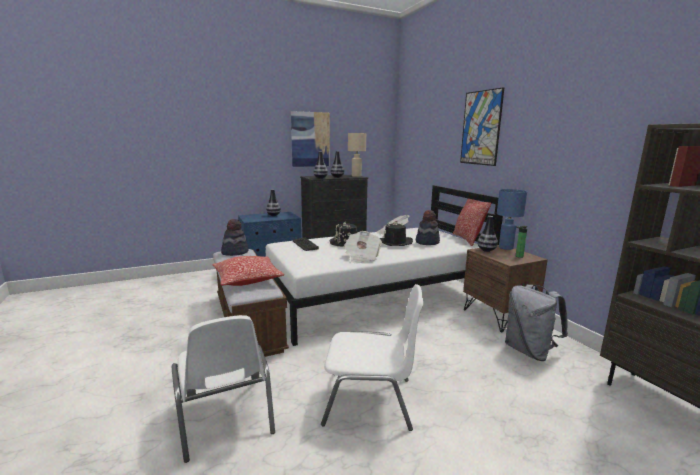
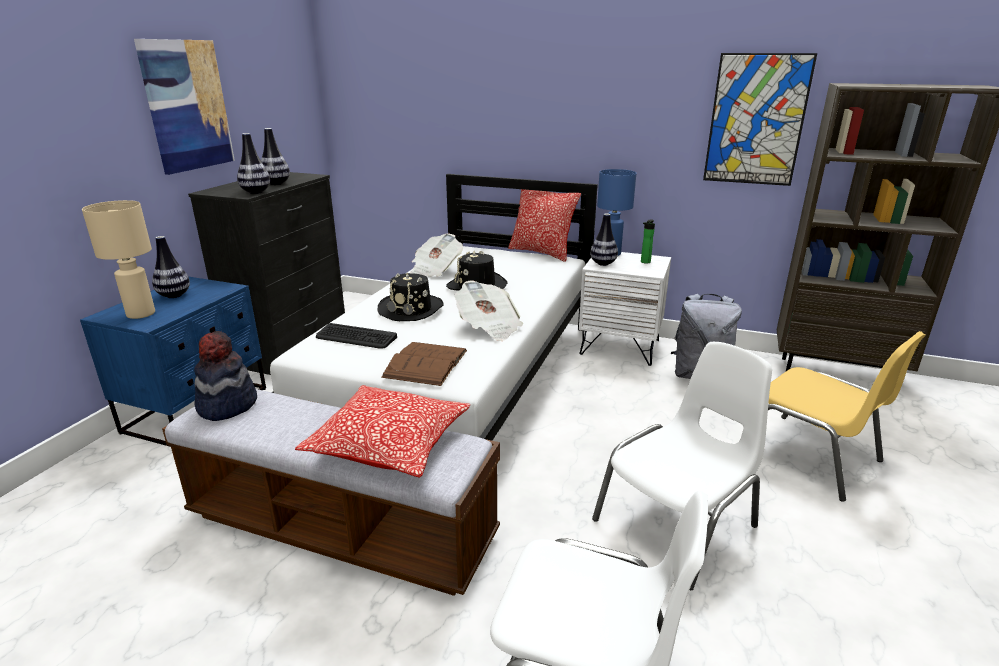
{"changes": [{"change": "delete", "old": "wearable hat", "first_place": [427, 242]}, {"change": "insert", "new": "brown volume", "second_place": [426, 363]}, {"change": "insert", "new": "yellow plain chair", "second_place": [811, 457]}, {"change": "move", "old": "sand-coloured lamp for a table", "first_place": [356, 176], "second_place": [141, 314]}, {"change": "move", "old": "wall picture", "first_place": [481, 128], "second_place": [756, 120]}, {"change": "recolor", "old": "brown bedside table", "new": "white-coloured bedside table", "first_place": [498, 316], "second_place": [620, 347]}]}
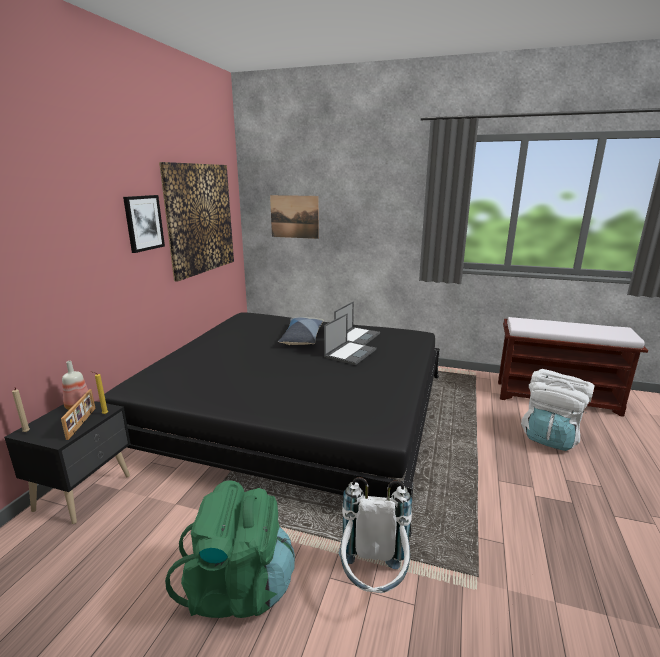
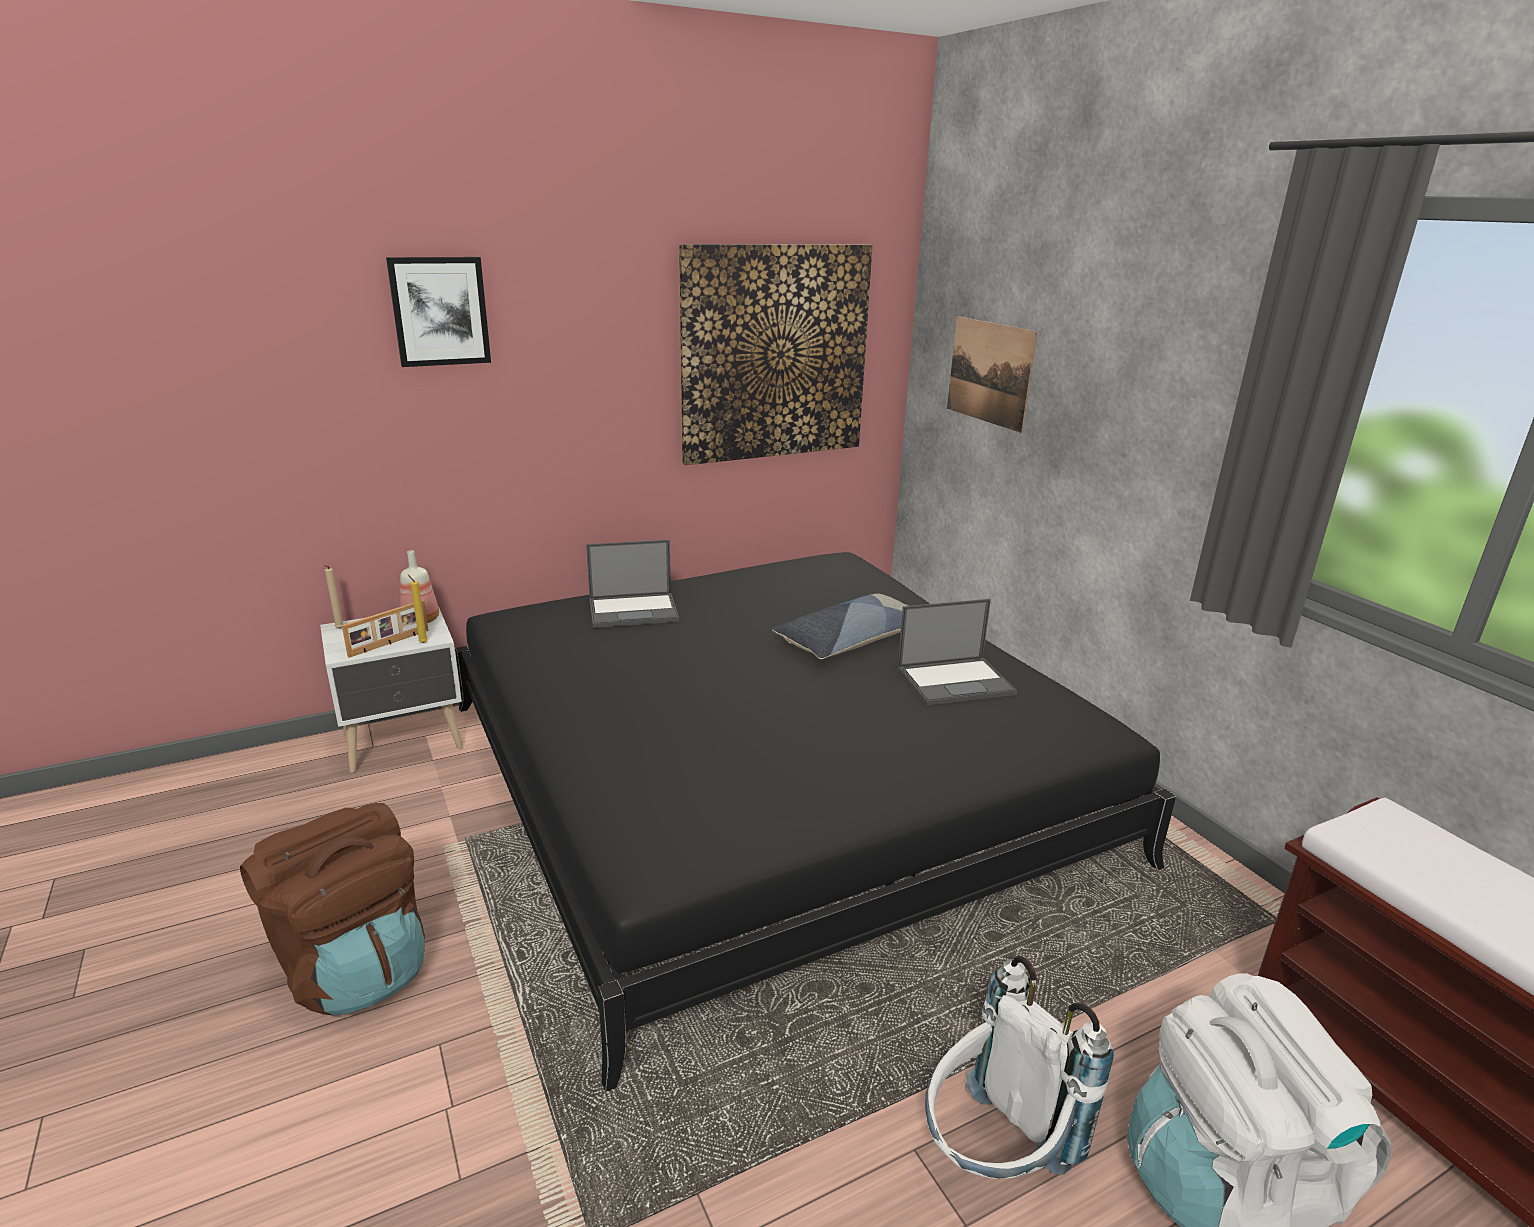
{"changes": [{"change": "move", "old": "wall picture", "first_place": [143, 223], "second_place": [440, 311]}, {"change": "move", "old": "notebook computer", "first_place": [350, 353], "second_place": [634, 610]}, {"change": "move", "old": "white-coloured backpack", "first_place": [373, 582], "second_place": [993, 1157]}, {"change": "recolor", "old": "black-coloured bedside table", "new": "white-coloured bedside table", "first_place": [86, 492], "second_place": [405, 742]}, {"change": "recolor", "old": "green backpack", "new": "brown backpack", "first_place": [238, 588], "second_place": [354, 966]}]}
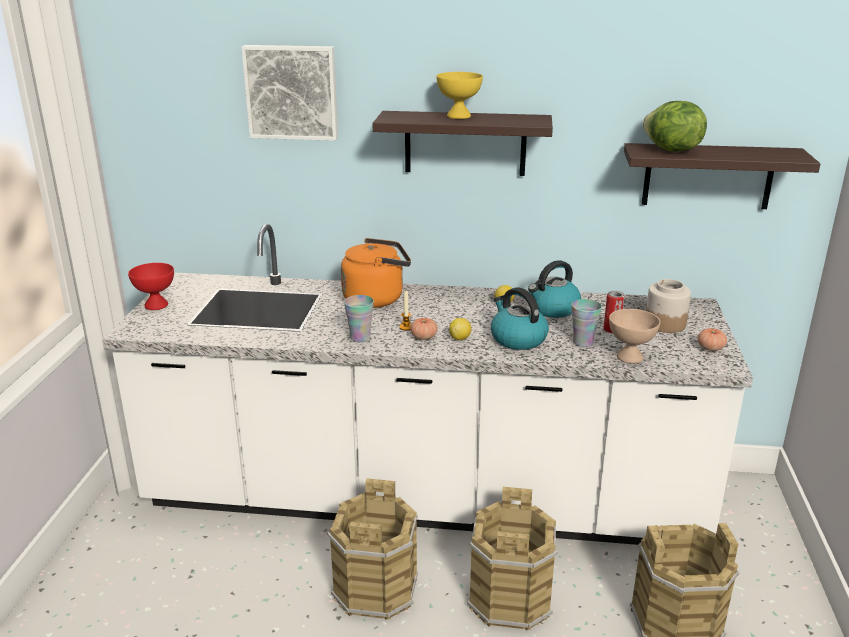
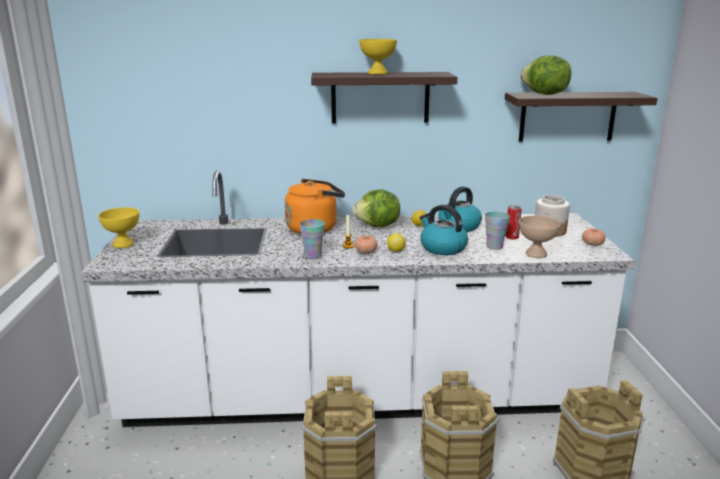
{"changes": [{"change": "delete", "old": "wall picture", "first_place": [292, 92]}, {"change": "insert", "new": "lettuce", "second_place": [378, 226]}, {"change": "recolor", "old": "red-coloured serving bowl", "new": "yellow serving bowl", "first_place": [156, 305], "second_place": [123, 244]}]}
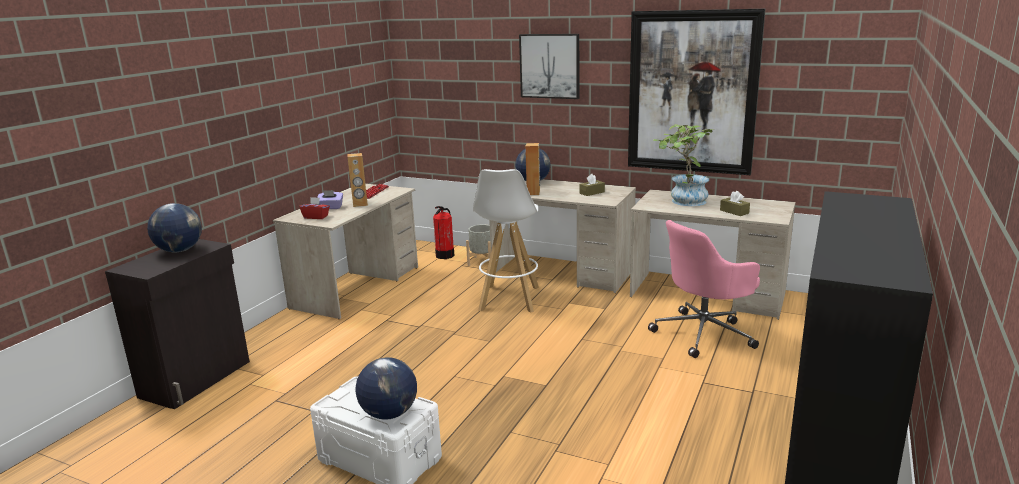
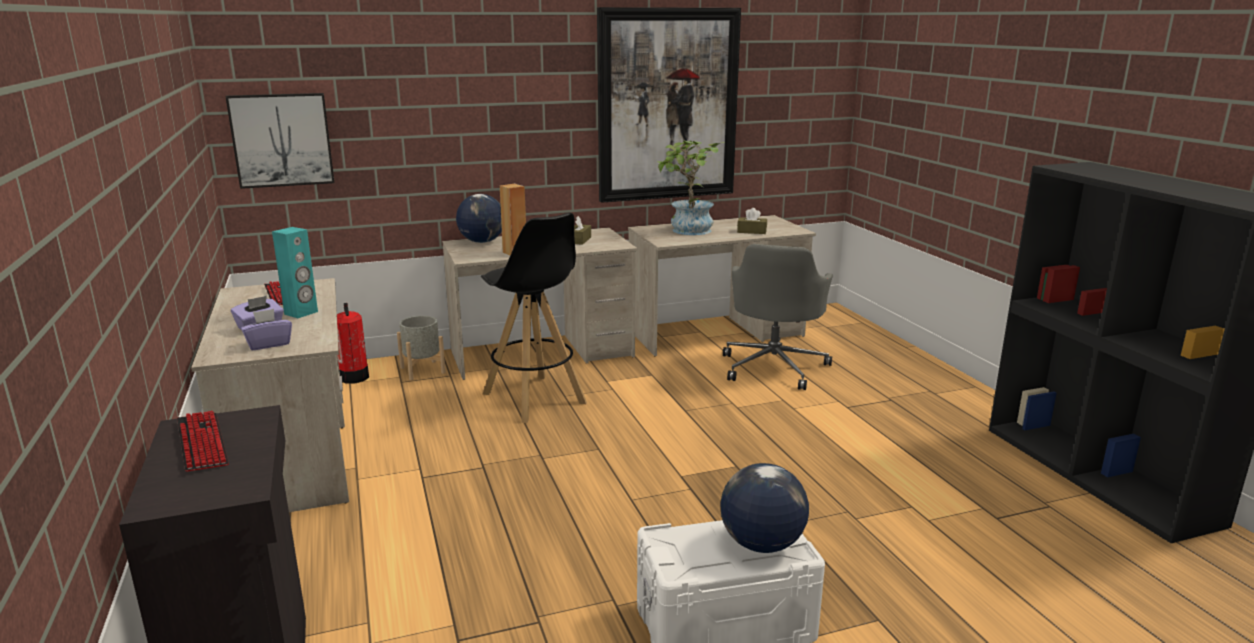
{"changes": [{"change": "move", "old": "wall picture", "first_place": [550, 66], "second_place": [282, 140]}, {"change": "replace", "old": "desk globe", "new": "computer keyboard", "first_place": [179, 250], "second_place": [202, 443]}, {"change": "recolor", "old": "red-coloured tissue holder", "new": "purple-coloured tissue holder", "first_place": [316, 217], "second_place": [269, 344]}, {"change": "recolor", "old": "brown audio speaker", "new": "turquoise audio speaker", "first_place": [360, 204], "second_place": [301, 313]}, {"change": "recolor", "old": "white-coloured stool seat", "new": "black-coloured stool seat", "first_place": [509, 299], "second_place": [534, 399]}, {"change": "recolor", "old": "pink-coloured office chair", "new": "grey office chair", "first_place": [704, 333], "second_place": [774, 367]}]}
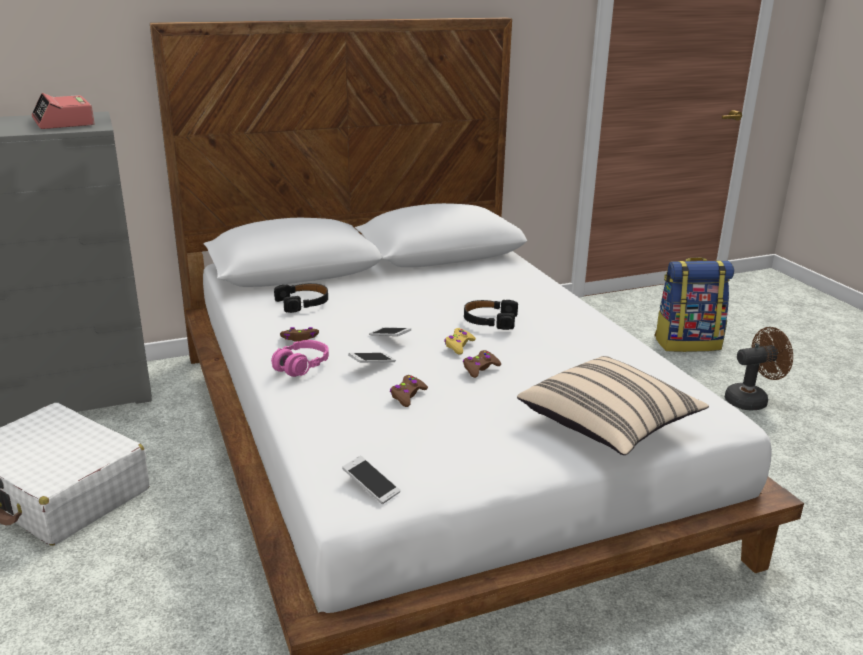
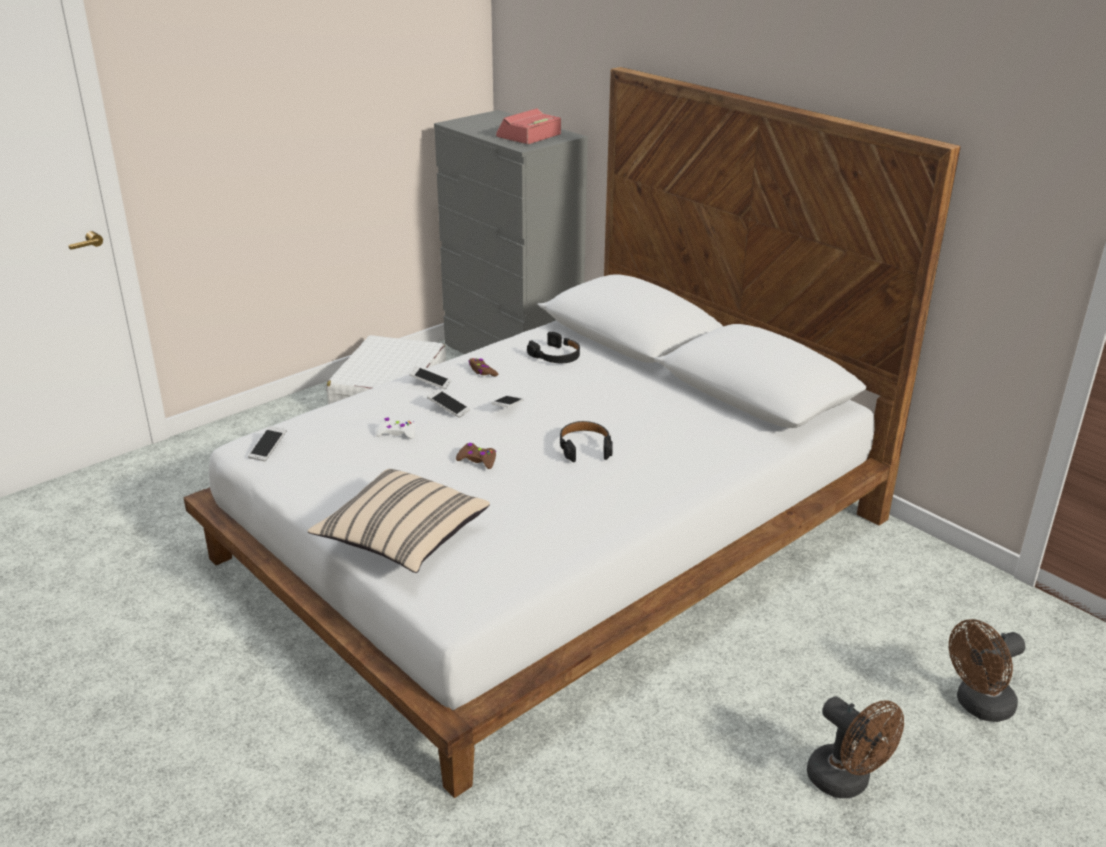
{"changes": [{"change": "delete", "old": "yellow game controller", "first_place": [459, 345]}, {"change": "replace", "old": "pink-coloured headset", "new": "handset", "first_place": [301, 366], "second_place": [430, 383]}, {"change": "replace", "old": "backpack", "new": "brown electric fan", "first_place": [687, 343], "second_place": [978, 706]}, {"change": "recolor", "old": "brown game controller", "new": "white-coloured game controller", "first_place": [407, 395], "second_place": [396, 433]}]}
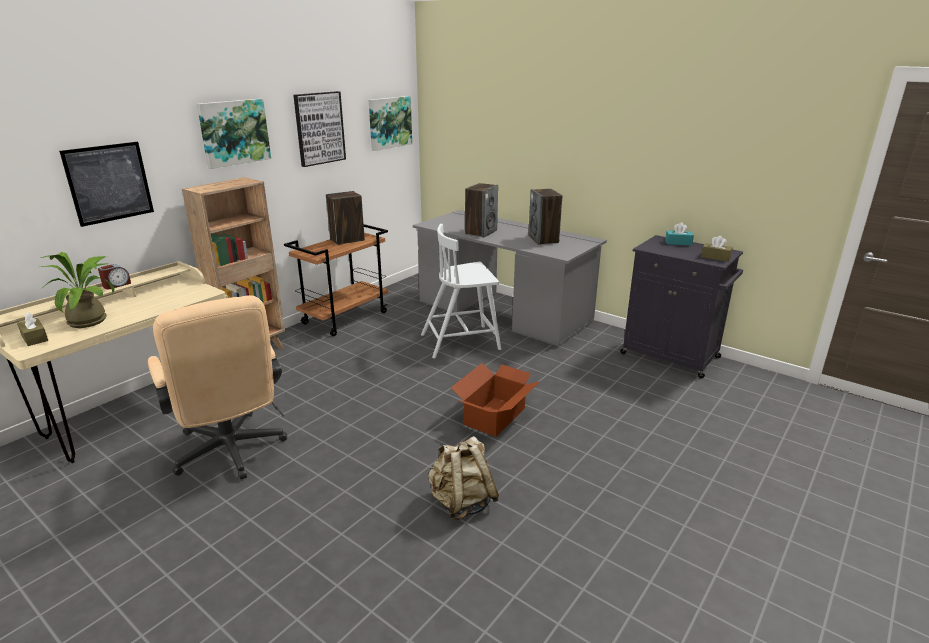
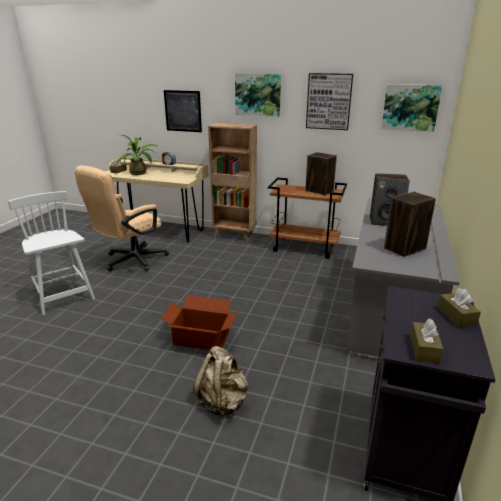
{"changes": [{"change": "move", "old": "white-coloured plain chair", "first_place": [461, 341], "second_place": [62, 295]}, {"change": "move", "old": "sand-coloured backpack", "first_place": [462, 503], "second_place": [223, 402]}, {"change": "recolor", "old": "turquoise tissue holder", "new": "brown tissue holder", "first_place": [678, 243], "second_place": [456, 316]}]}
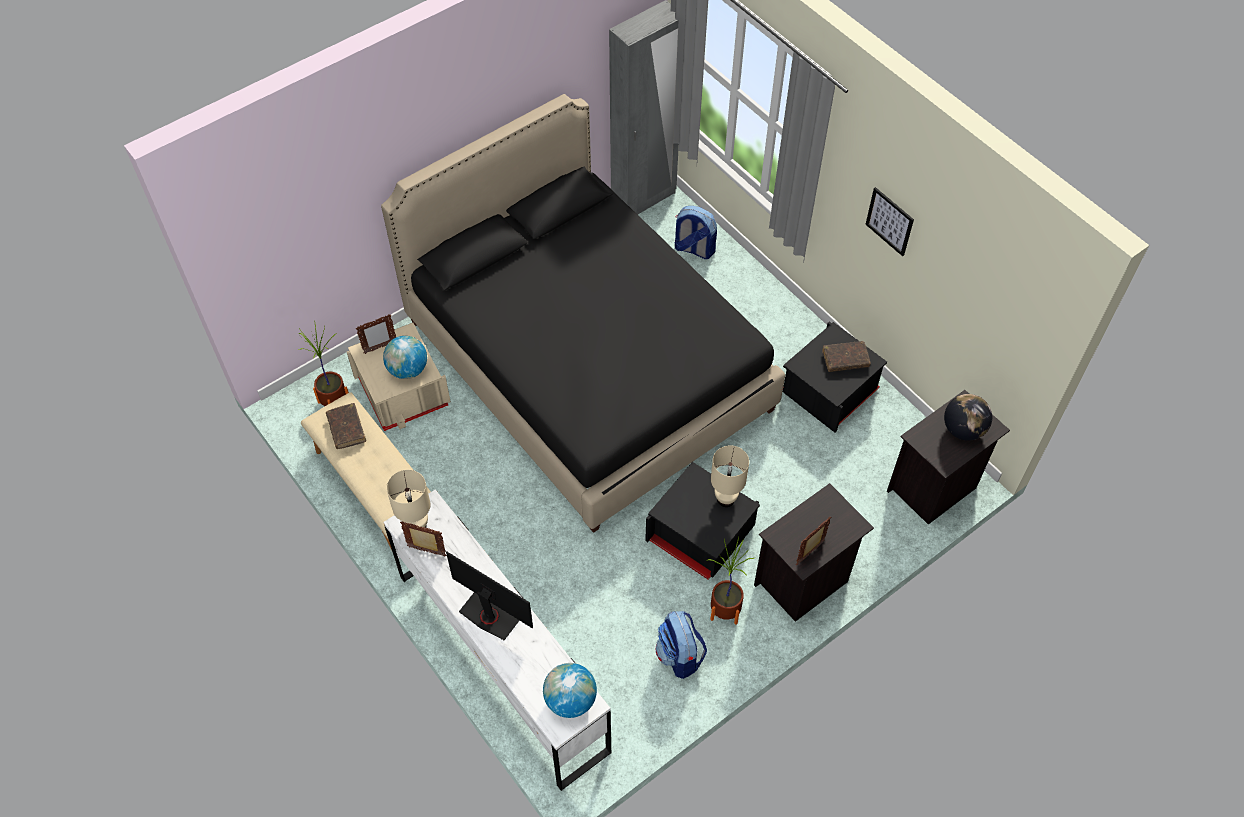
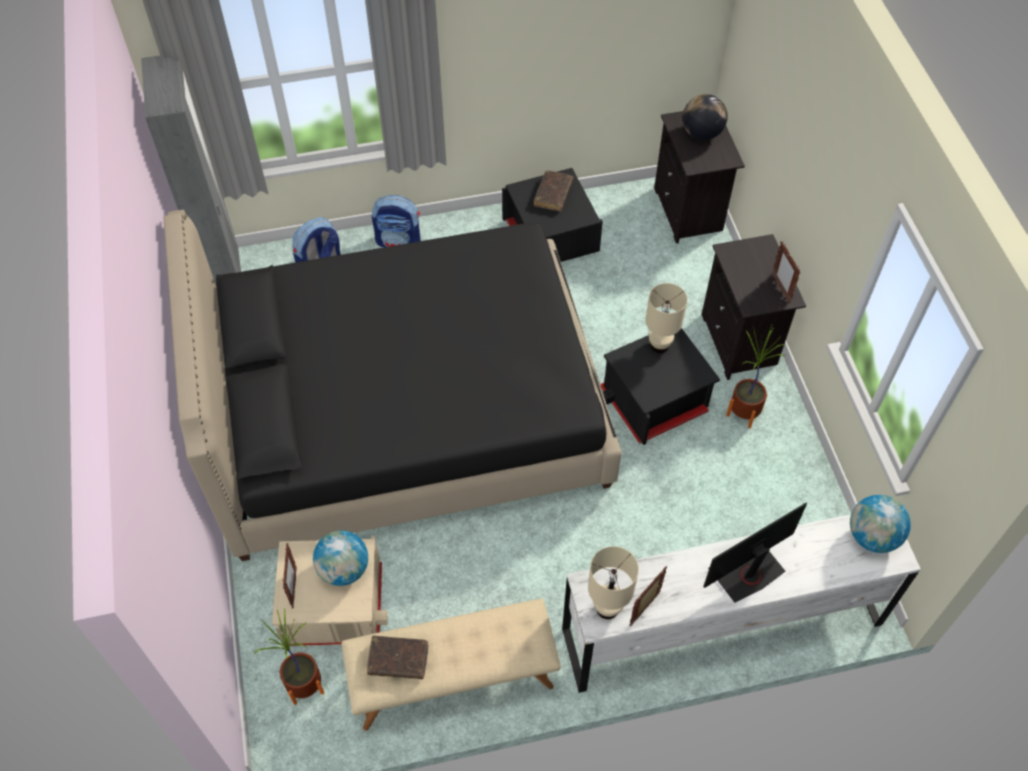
{"changes": [{"change": "delete", "old": "wall picture", "first_place": [889, 221]}, {"change": "move", "old": "backpack", "first_place": [679, 655], "second_place": [399, 241]}]}
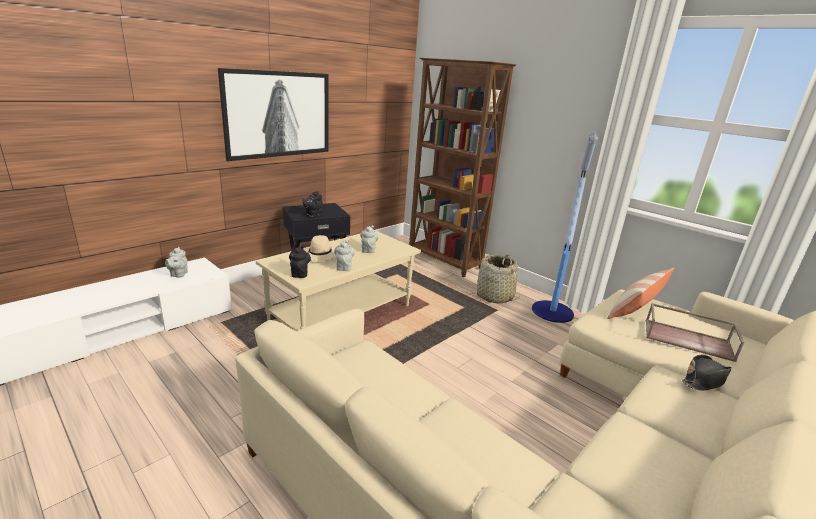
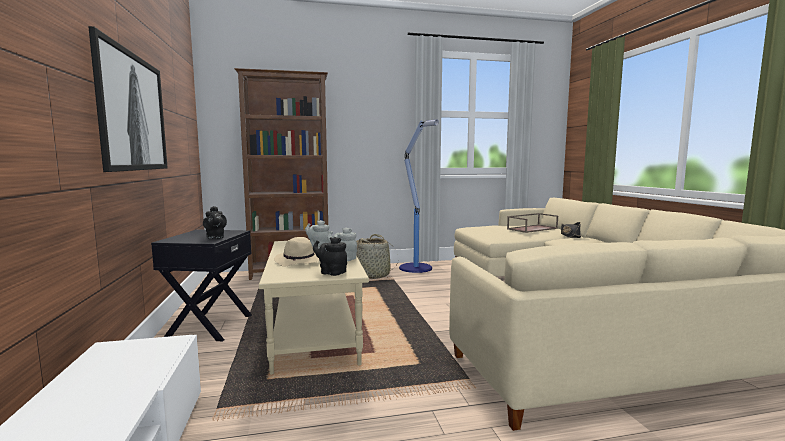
{"changes": [{"change": "delete", "old": "grey teapot", "first_place": [178, 274]}, {"change": "delete", "old": "pillow", "first_place": [635, 309]}]}
